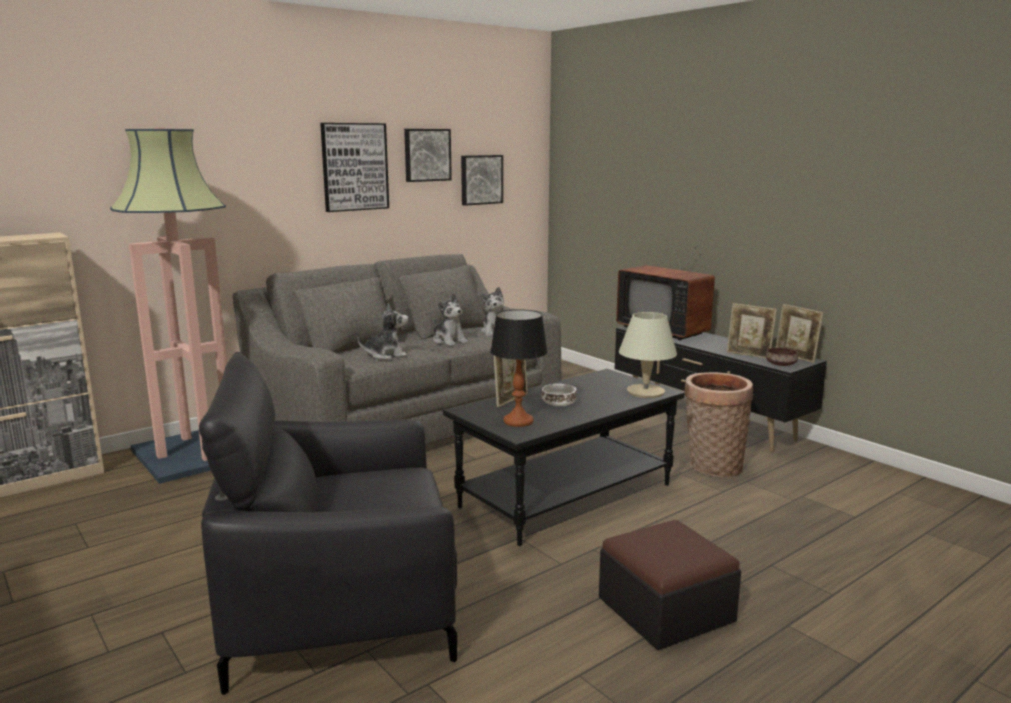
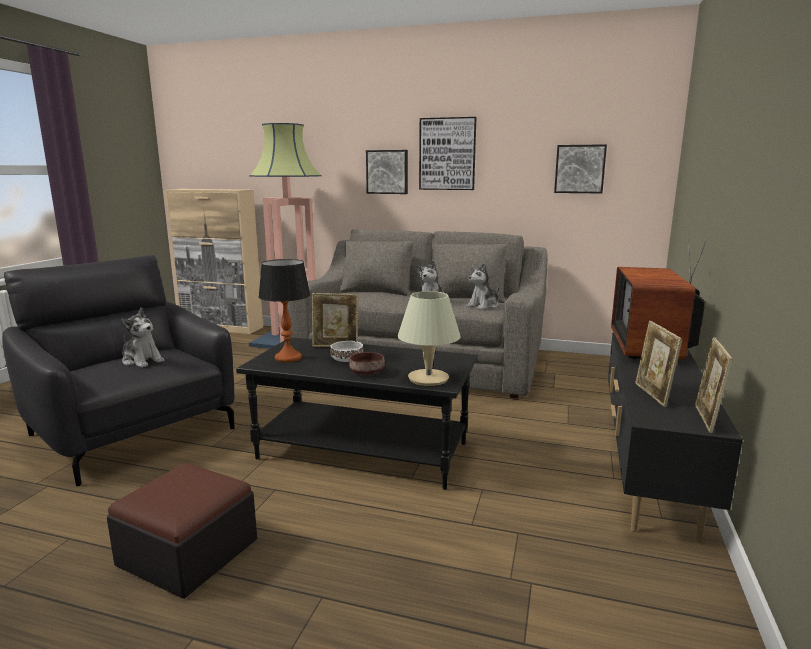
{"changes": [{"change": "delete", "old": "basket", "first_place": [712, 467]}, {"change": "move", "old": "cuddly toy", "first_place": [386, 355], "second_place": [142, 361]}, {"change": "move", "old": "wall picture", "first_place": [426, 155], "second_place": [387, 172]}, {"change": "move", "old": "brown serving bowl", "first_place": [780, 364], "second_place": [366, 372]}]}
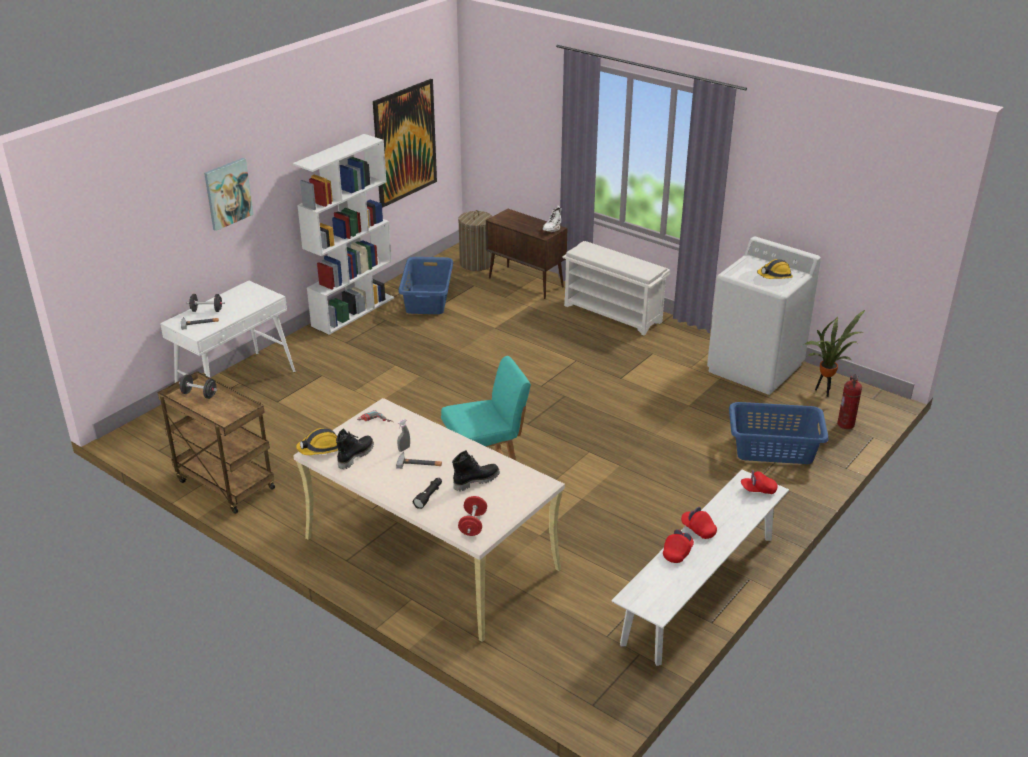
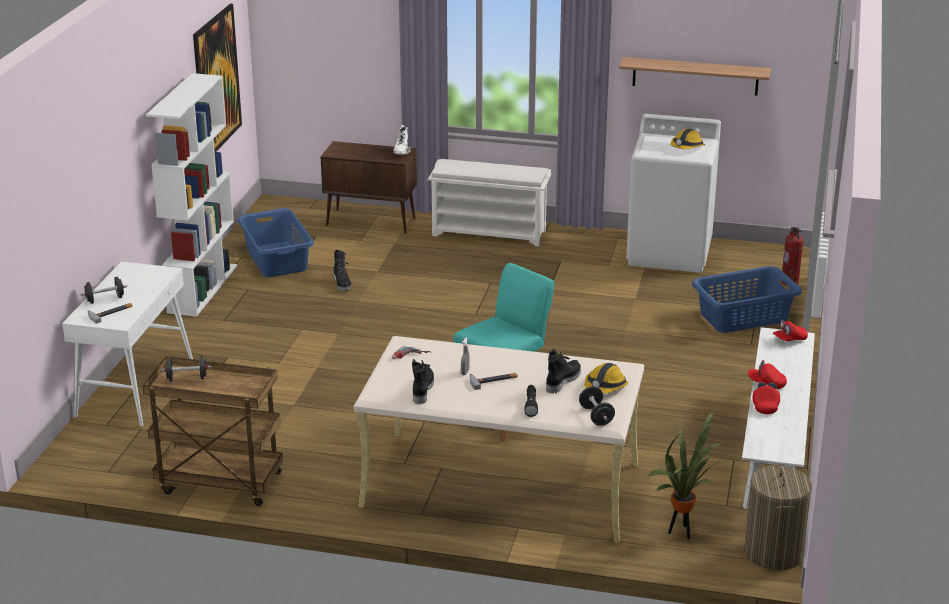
{"changes": [{"change": "delete", "old": "wall picture", "first_place": [228, 193]}, {"change": "insert", "new": "black-coloured boot", "second_place": [342, 284]}, {"change": "insert", "new": "bracket shelf", "second_place": [695, 76]}, {"change": "move", "old": "hard hat", "first_place": [320, 449], "second_place": [605, 387]}, {"change": "move", "old": "laundry basket", "first_place": [476, 263], "second_place": [773, 553]}, {"change": "move", "old": "houseplant", "first_place": [825, 391], "second_place": [682, 532]}, {"change": "recolor", "old": "red-coloured dumbbell", "new": "black-coloured dumbbell", "first_place": [473, 525], "second_place": [596, 416]}]}
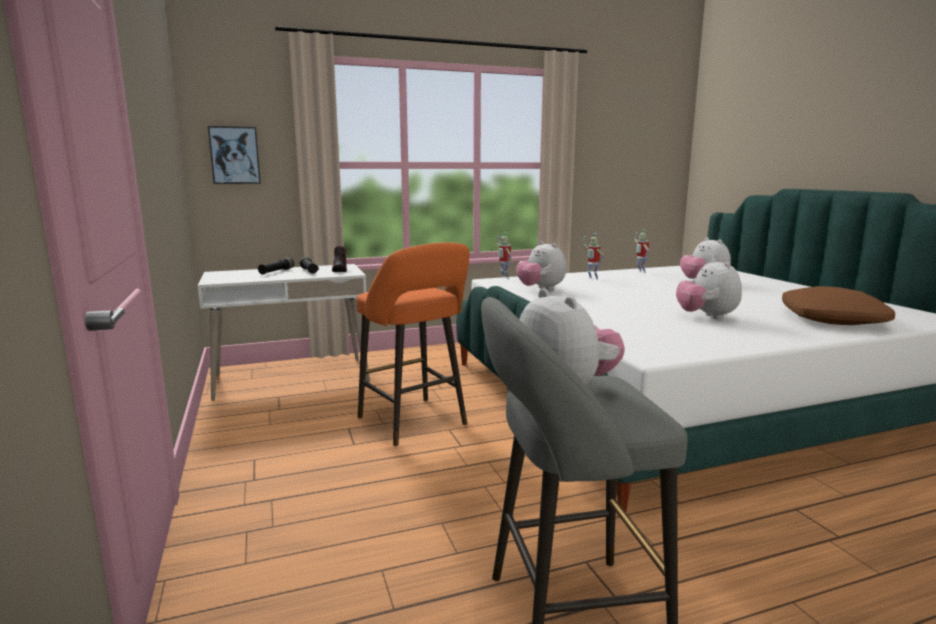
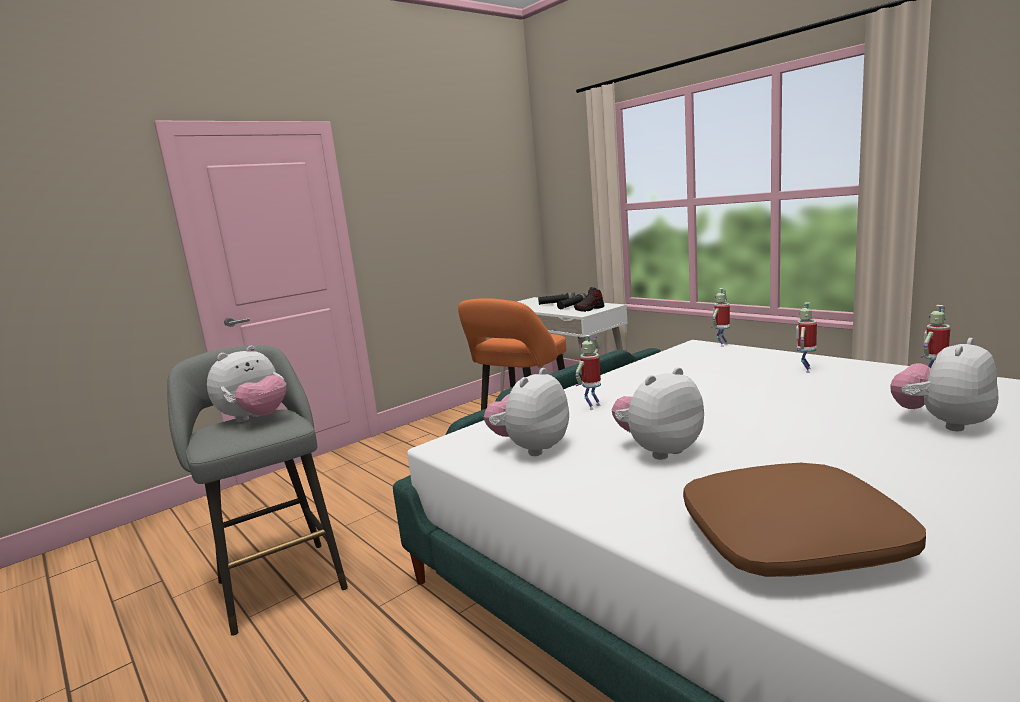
{"changes": [{"change": "delete", "old": "wall picture", "first_place": [234, 155]}, {"change": "insert", "new": "toy robot", "second_place": [592, 406]}, {"change": "move", "old": "cuddly toy", "first_place": [540, 289], "second_place": [531, 448]}]}
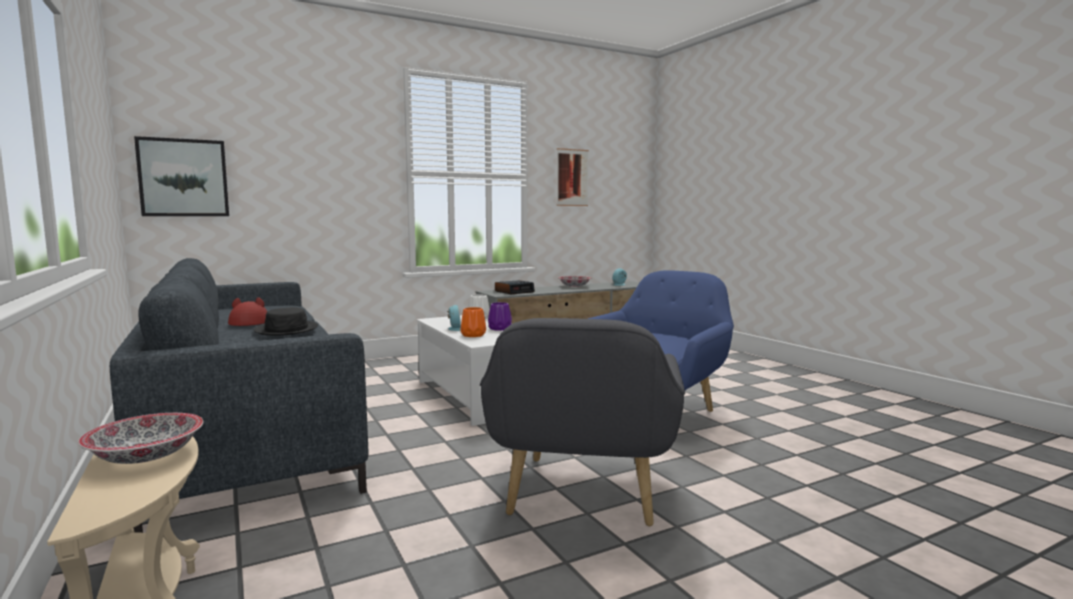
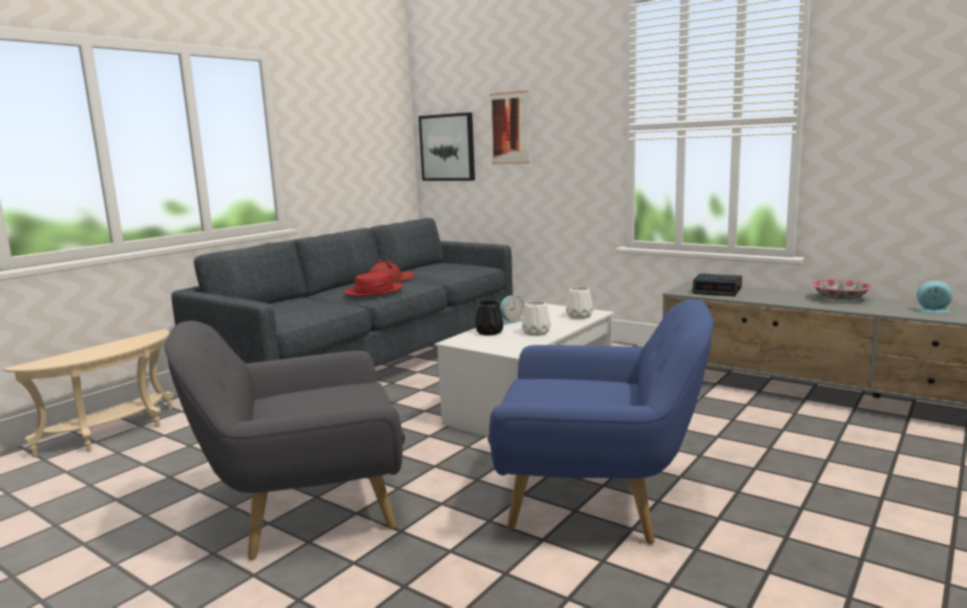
{"changes": [{"change": "delete", "old": "serving bowl", "first_place": [147, 456]}, {"change": "move", "old": "wall picture", "first_place": [572, 177], "second_place": [509, 128]}, {"change": "recolor", "old": "black-coloured wearable hat", "new": "red-coloured wearable hat", "first_place": [287, 329], "second_place": [374, 291]}, {"change": "recolor", "old": "orangey vase", "new": "black-coloured vase", "first_place": [473, 335], "second_place": [488, 332]}, {"change": "recolor", "old": "purple-coloured vase", "new": "white-coloured vase", "first_place": [499, 329], "second_place": [535, 333]}]}
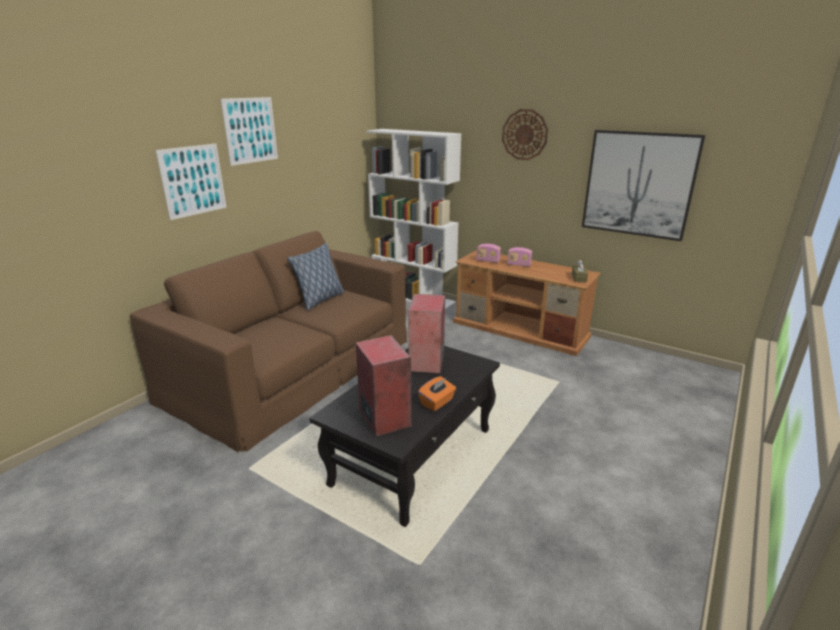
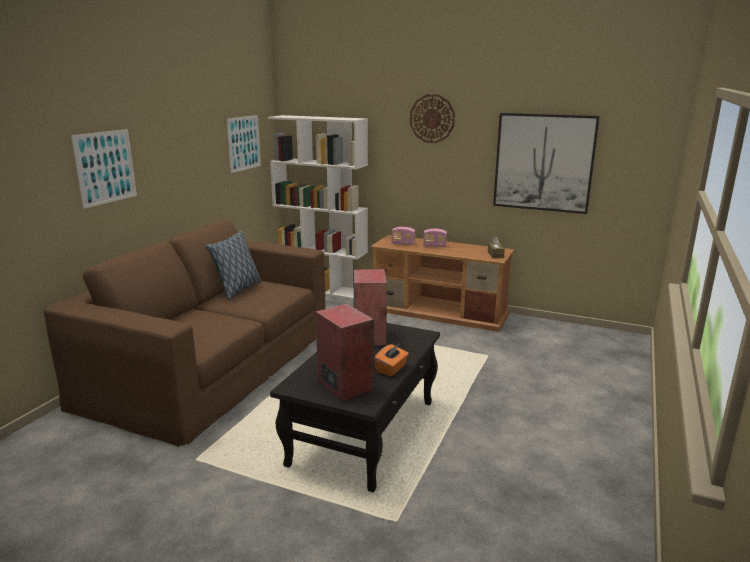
{"changes": [{"change": "move", "old": "wall picture", "first_place": [250, 130], "second_place": [244, 143]}]}
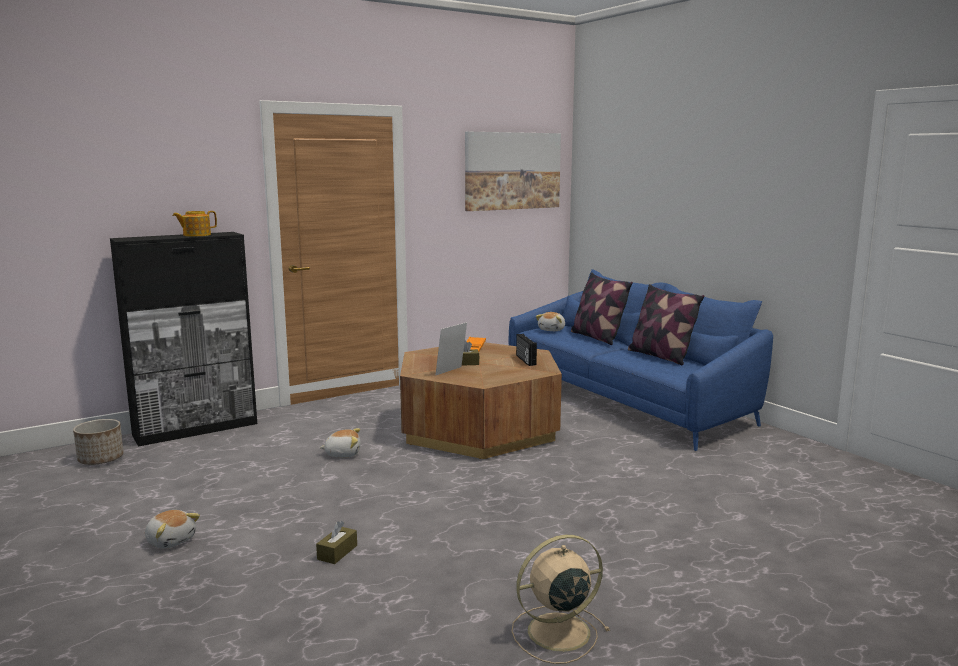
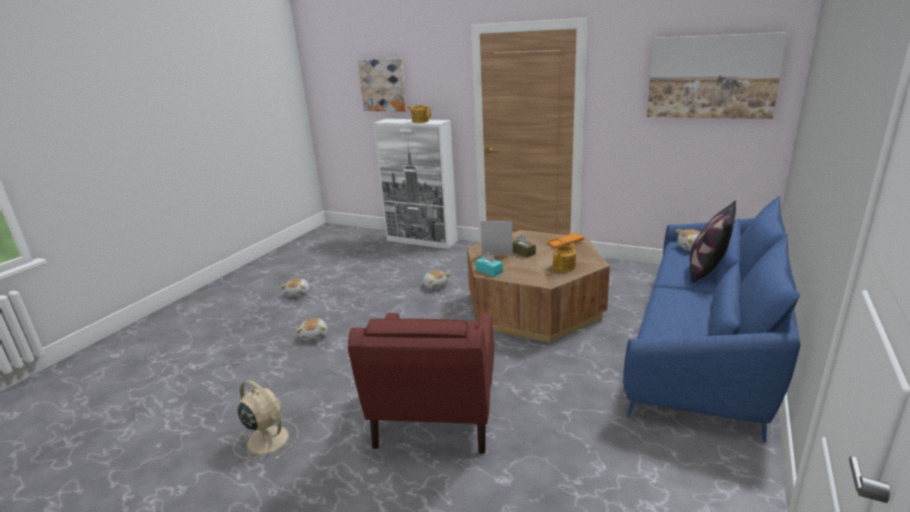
{"changes": [{"change": "delete", "old": "plant pot", "first_place": [101, 459]}, {"change": "delete", "old": "pillow", "first_place": [660, 356]}, {"change": "insert", "new": "red-coloured armchair", "second_place": [435, 416]}, {"change": "insert", "new": "wall picture", "second_place": [383, 85]}, {"change": "insert", "new": "turquoise tissue holder", "second_place": [489, 271]}, {"change": "replace", "old": "brown tissue holder", "new": "cuddly toy", "first_place": [337, 552], "second_place": [315, 336]}, {"change": "replace", "old": "radio set", "new": "teapot", "first_place": [525, 360], "second_place": [564, 267]}, {"change": "recolor", "old": "black-coloured storage cabinet", "new": "white-coloured storage cabinet", "first_place": [196, 429], "second_place": [422, 241]}]}
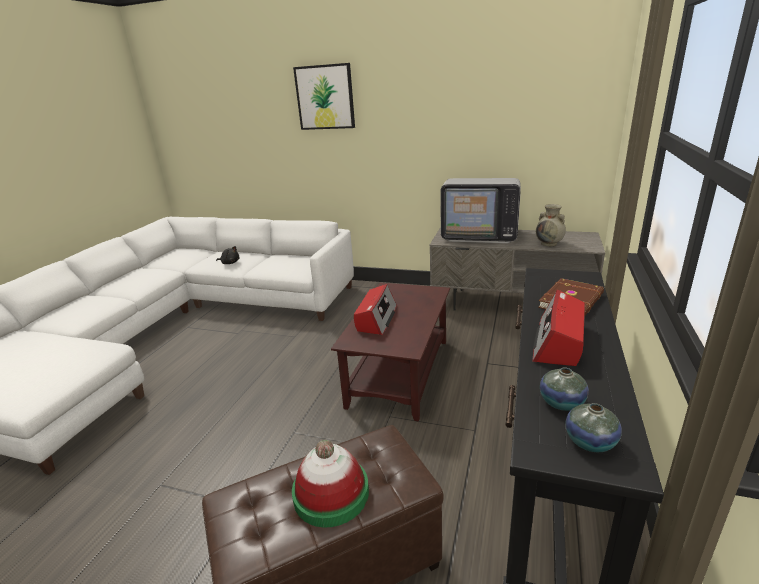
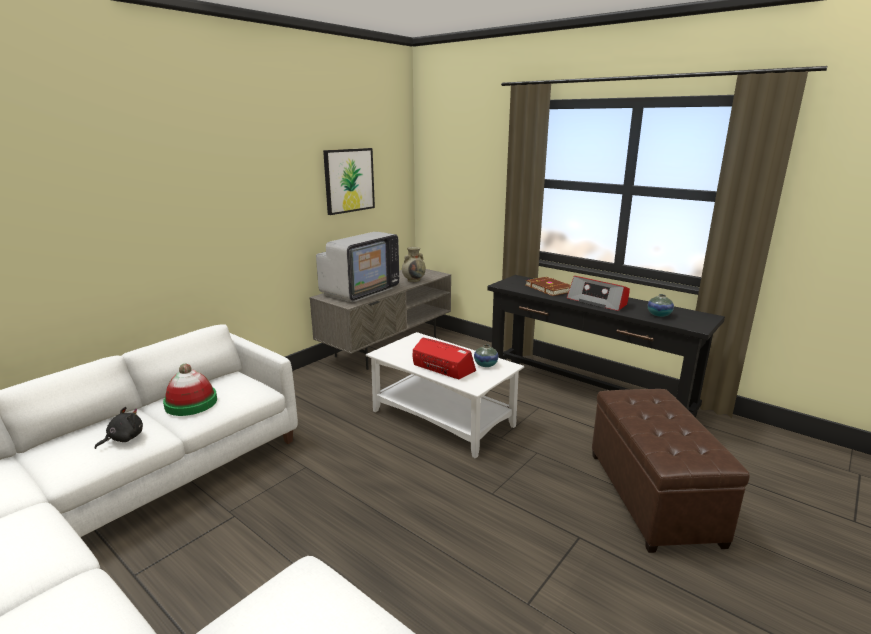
{"changes": [{"change": "move", "old": "wearable hat", "first_place": [331, 493], "second_place": [191, 403]}, {"change": "move", "old": "wall picture", "first_place": [325, 97], "second_place": [349, 180]}, {"change": "move", "old": "vase", "first_place": [590, 441], "second_place": [485, 364]}, {"change": "recolor", "old": "brown coffee table", "new": "white-coloured coffee table", "first_place": [399, 371], "second_place": [441, 418]}]}
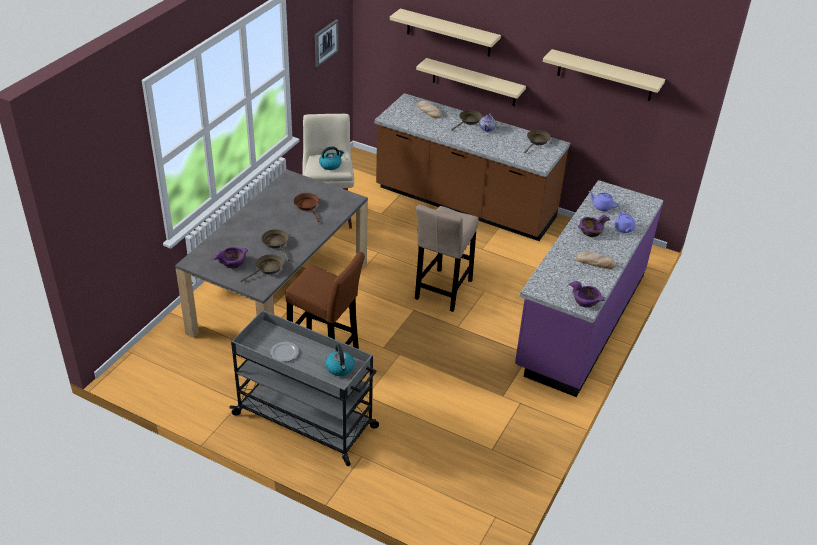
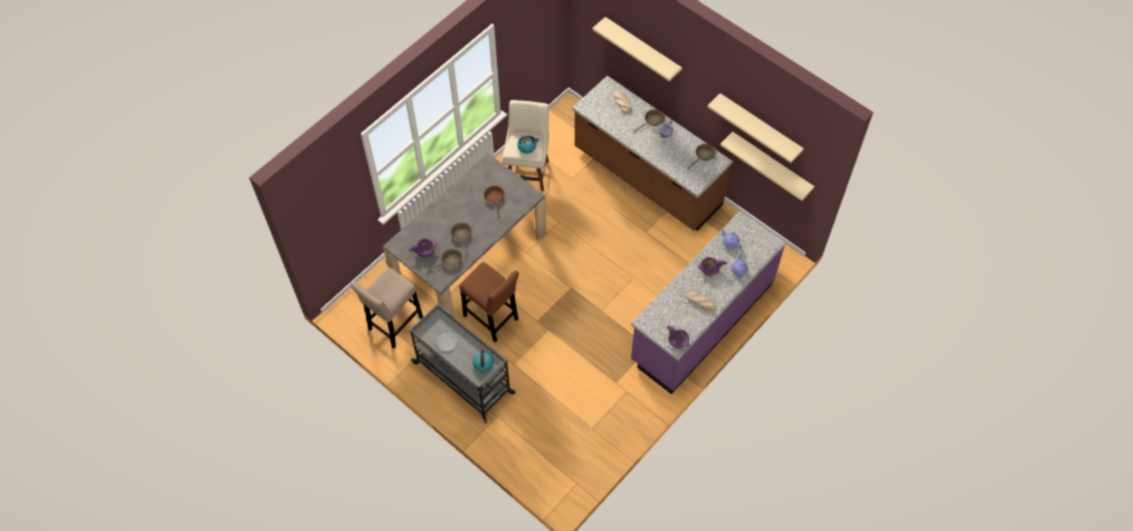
{"changes": [{"change": "delete", "old": "wall picture", "first_place": [325, 42]}, {"change": "move", "old": "sand-coloured stool seat", "first_place": [442, 292], "second_place": [393, 325]}, {"change": "move", "old": "sand-coloured bracket shelf", "first_place": [474, 82], "second_place": [771, 165]}]}
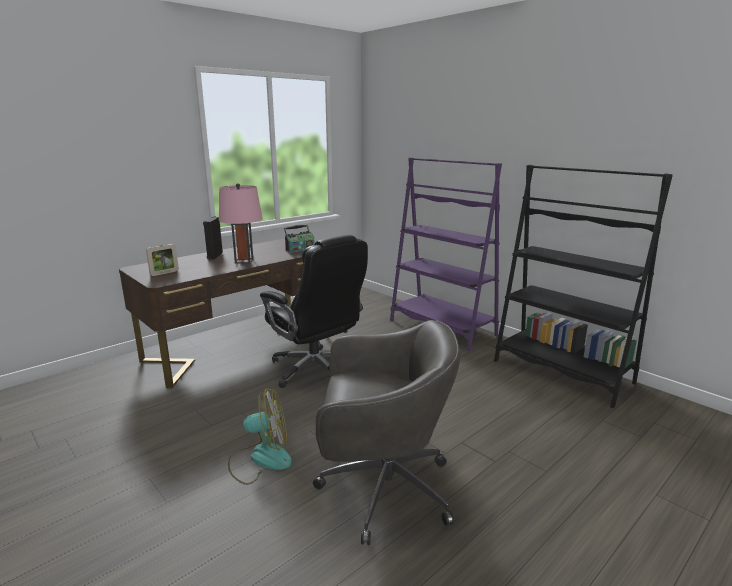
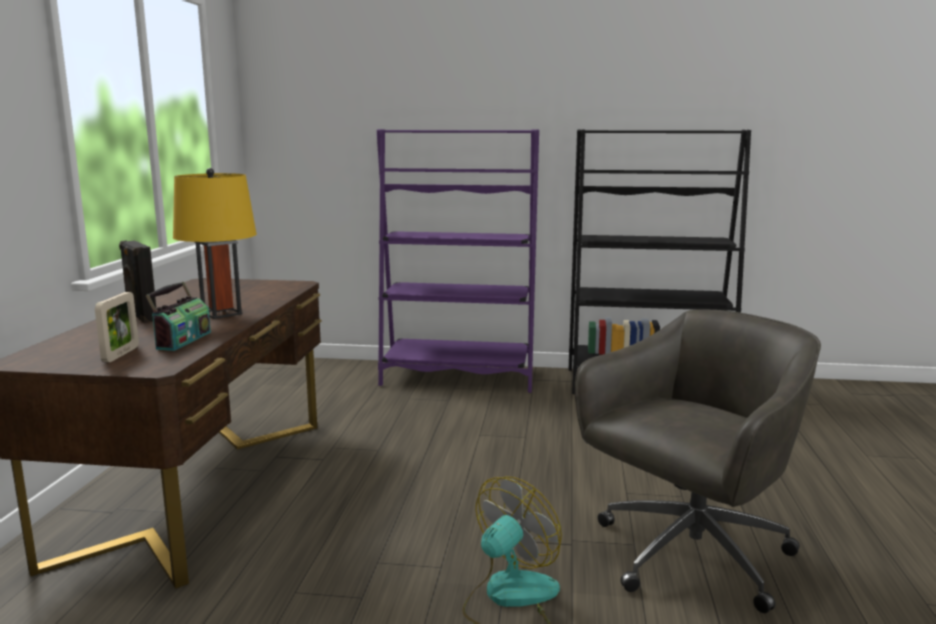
{"changes": [{"change": "delete", "old": "black-coloured office chair", "first_place": [316, 369]}, {"change": "move", "old": "radio set", "first_place": [299, 249], "second_place": [182, 340]}, {"change": "recolor", "old": "pink-coloured lamp for a table", "new": "yellow lamp for a table", "first_place": [244, 261], "second_place": [221, 313]}]}
